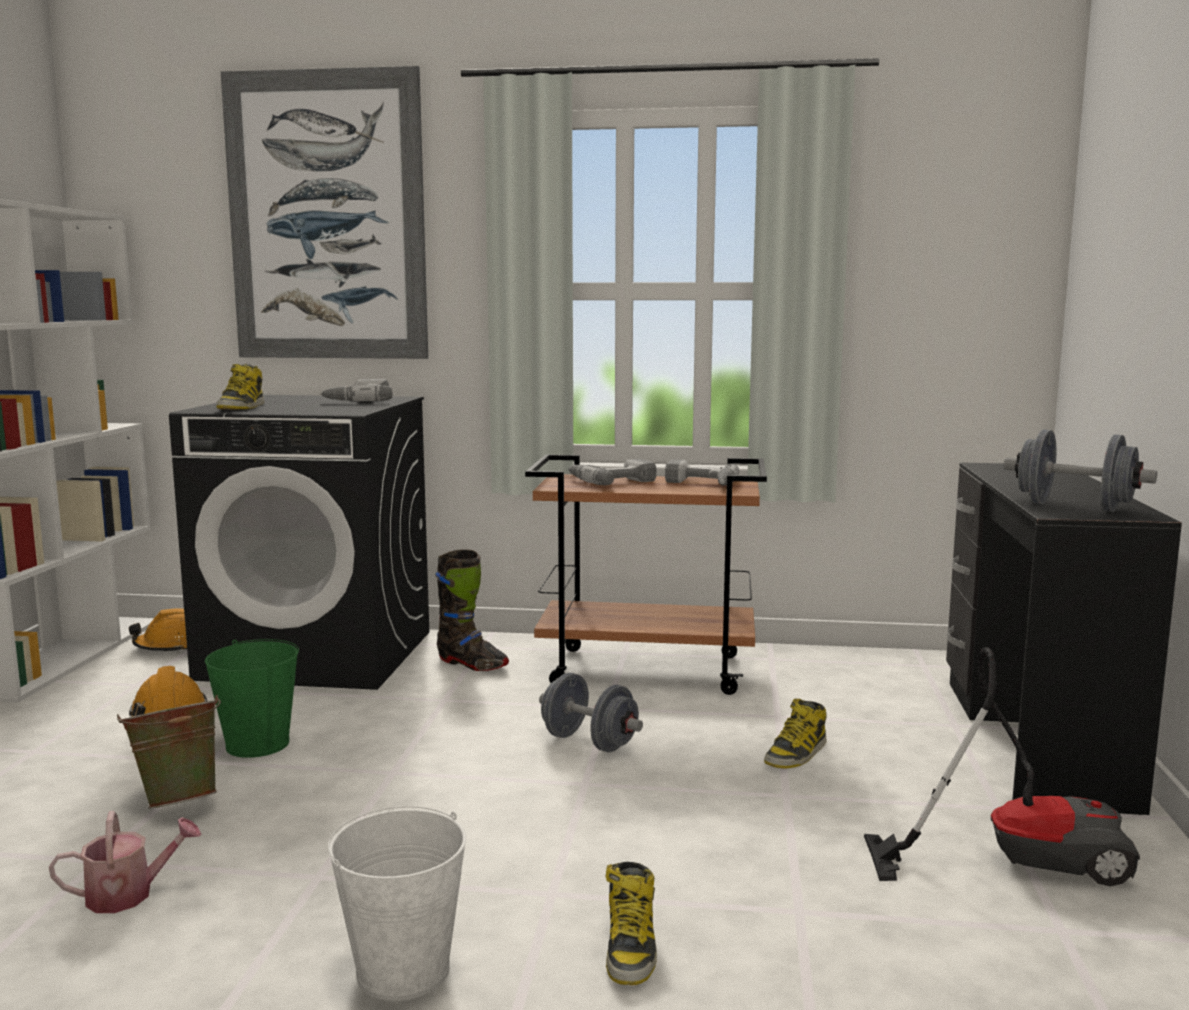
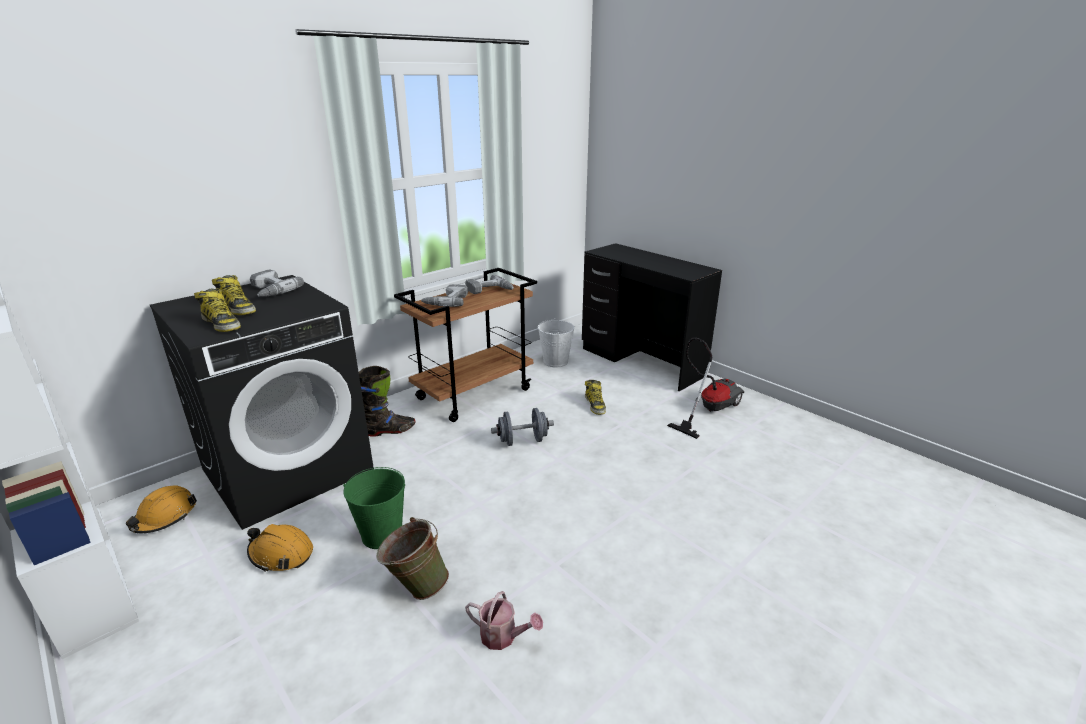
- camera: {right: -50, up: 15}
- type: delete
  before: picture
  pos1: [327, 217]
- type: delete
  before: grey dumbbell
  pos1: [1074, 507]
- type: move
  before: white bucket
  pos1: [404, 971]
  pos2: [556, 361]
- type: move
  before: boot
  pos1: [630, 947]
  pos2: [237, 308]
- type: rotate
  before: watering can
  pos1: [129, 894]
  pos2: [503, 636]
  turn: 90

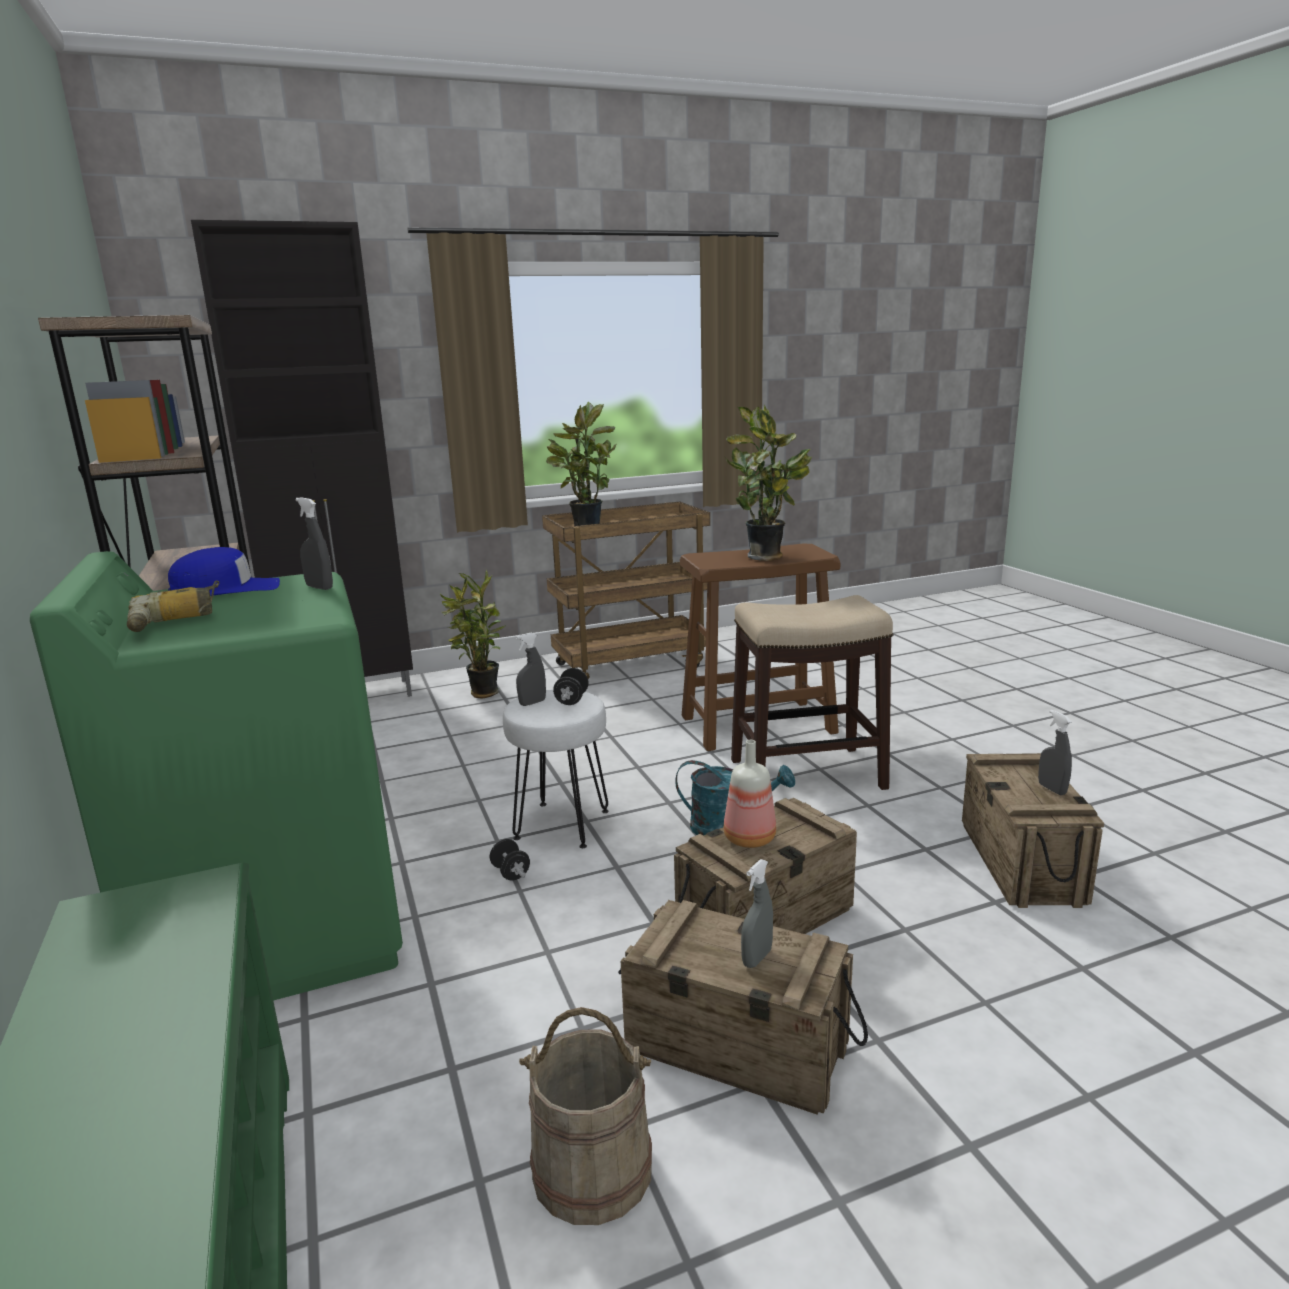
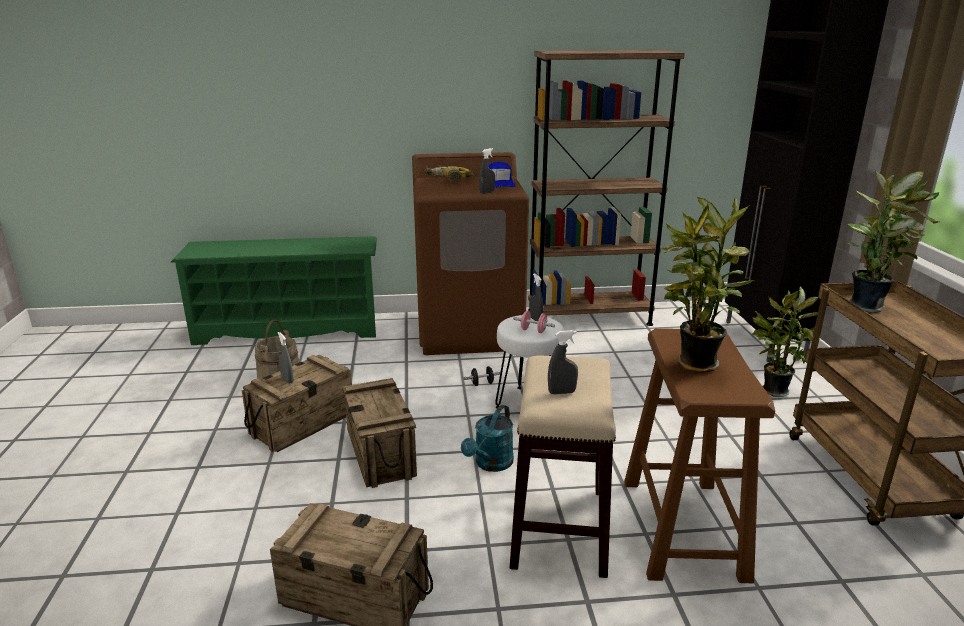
- camera: {right: 105, up: 5}
- type: delete
  before: bottle
  pos1: [747, 839]
- type: move
  before: grey spray bottle
  pos1: [1052, 789]
  pos2: [561, 392]
- type: recolor
  before: green washing machine
  after: brown washing machine
  pos1: [276, 931]
  pos2: [469, 331]
- type: recolor
  before: black dumbbell
  after: pink dumbbell
  pos1: [572, 700]
  pos2: [533, 330]

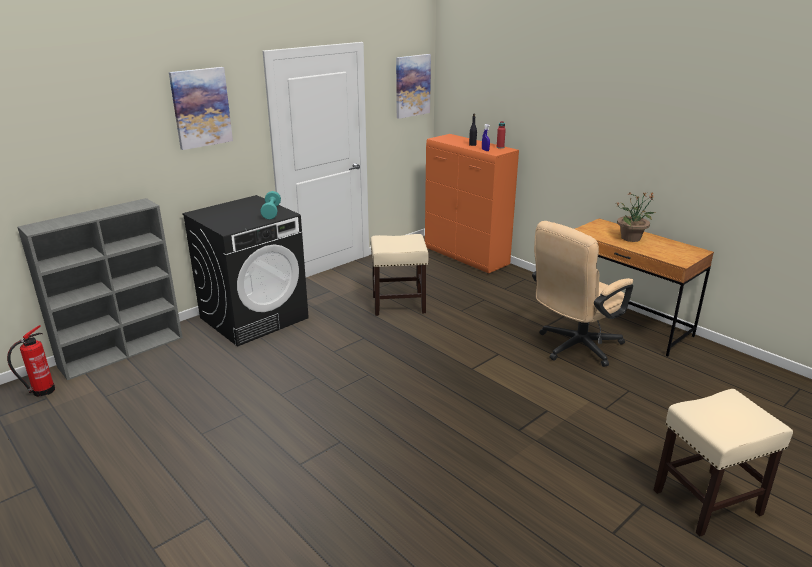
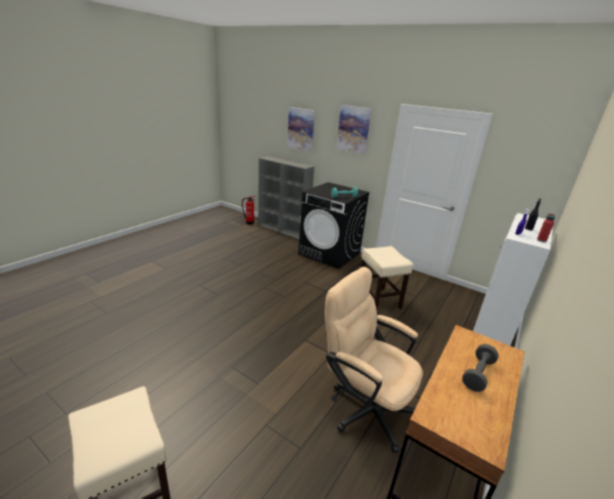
- camera: {right: 75, up: 0}
- type: move
  before: picture
  pos1: [412, 86]
  pos2: [301, 129]
- type: replace
  before: potted plant
  after: grey dumbbell
  pos1: [631, 238]
  pos2: [478, 374]
- type: recolor
  before: orange cabinet
  after: white cabinet
  pos1: [466, 257]
  pos2: [493, 329]

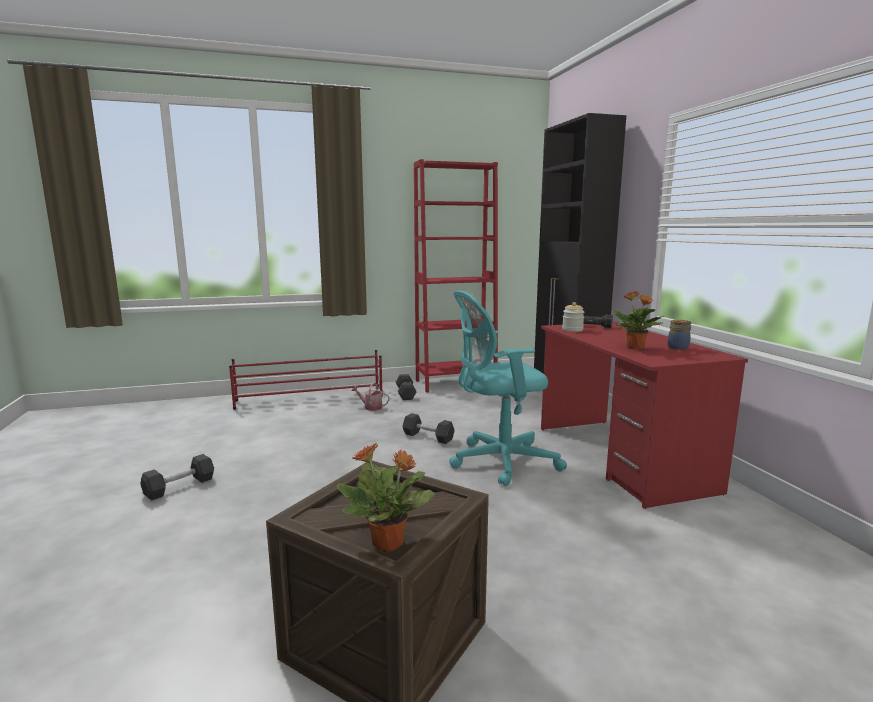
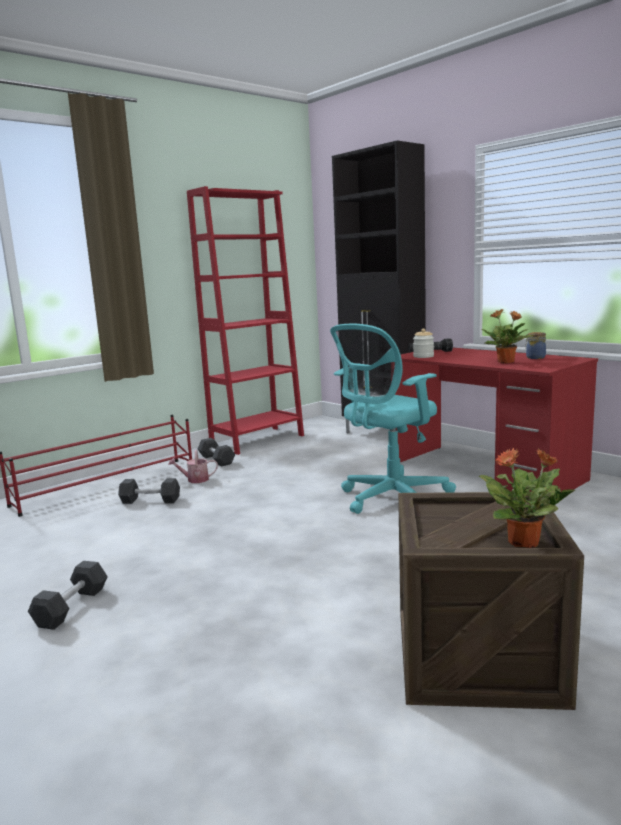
- camera: {right: -25, up: 0}
- type: move
  before: grey dumbbell
  pos1: [428, 437]
  pos2: [150, 501]

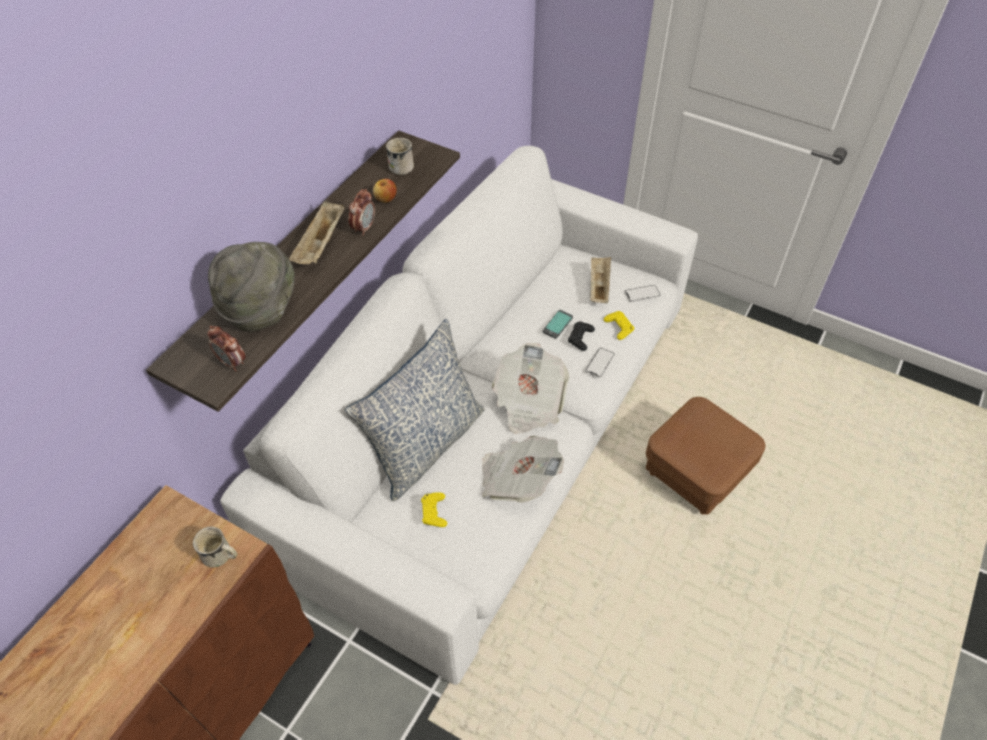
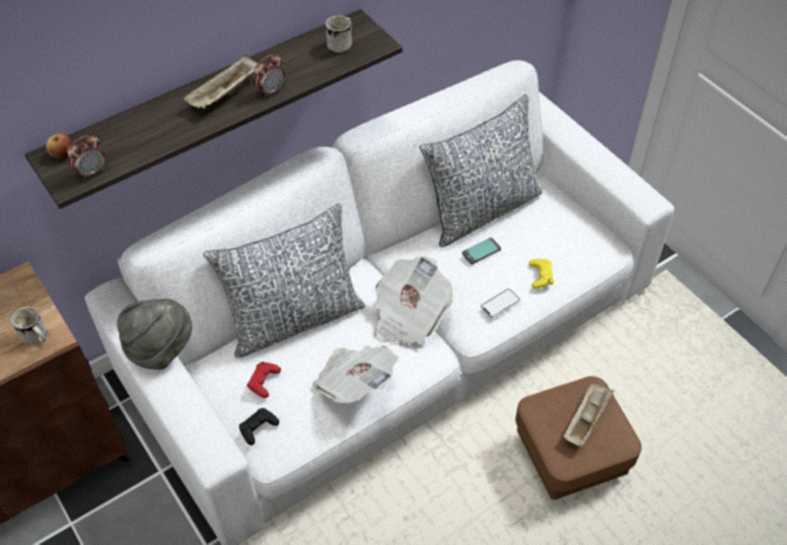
- camera: {right: 25, up: 0}
- type: delete
  before: phone
  pos1: [642, 294]
- type: insert
  after: pillow
  pos2: [481, 209]
- type: move
  before: grey hat
  pos1: [260, 309]
  pos2: [160, 348]
- type: move
  before: apple
  pos1: [386, 199]
  pos2: [62, 154]
- type: move
  before: black game controller
  pos1: [580, 338]
  pos2: [258, 428]
- type: move
  before: beige tray
  pos1: [599, 286]
  pos2: [586, 419]
- type: recolor
  before: yellow game controller
  after: red game controller
  pos1: [434, 512]
  pos2: [264, 381]
- type: rotate
  before: alarm clock
  pos1: [232, 362]
  pos2: [91, 172]
  turn: -105

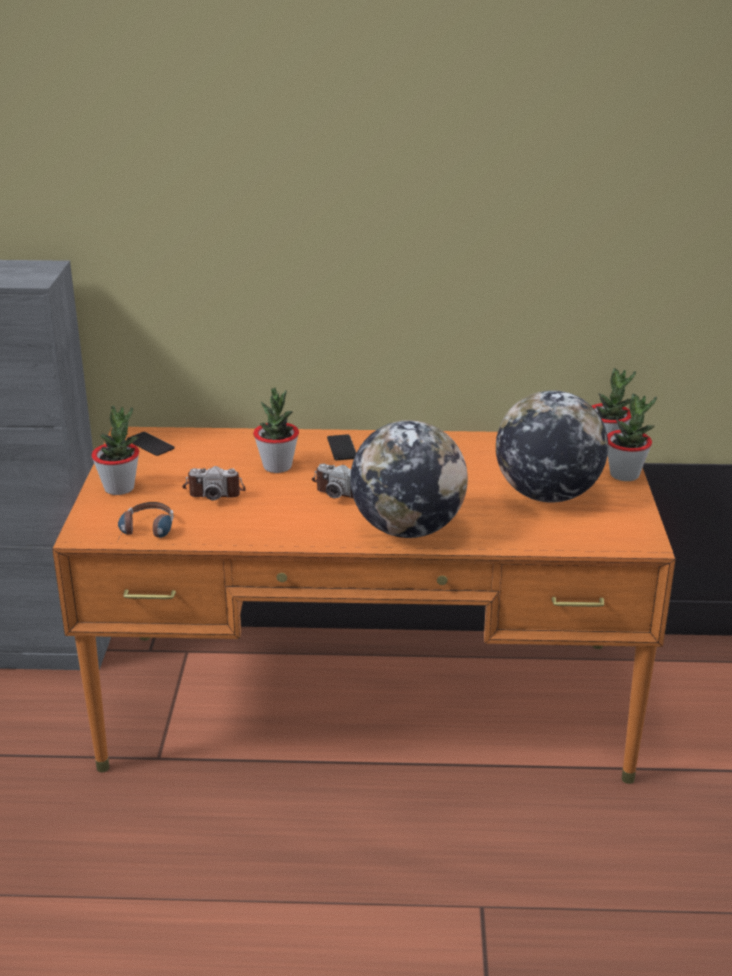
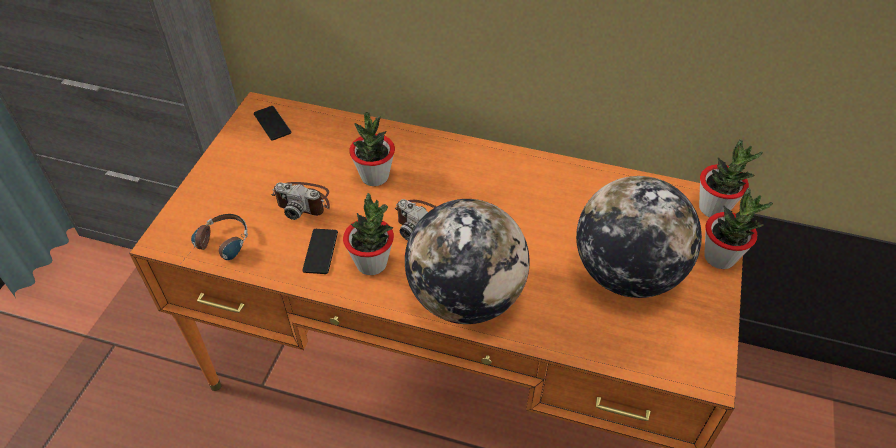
- camera: {right: 15, up: 20}
- type: move
  before: potted plant
  pos1: [119, 488]
  pos2: [372, 263]
- type: move
  before: phone
  pos1: [342, 448]
  pos2: [320, 251]

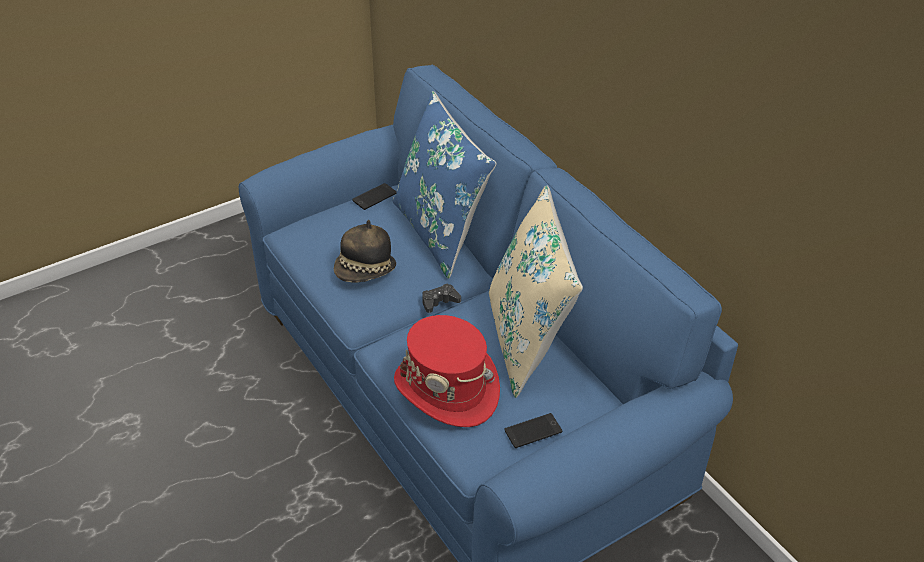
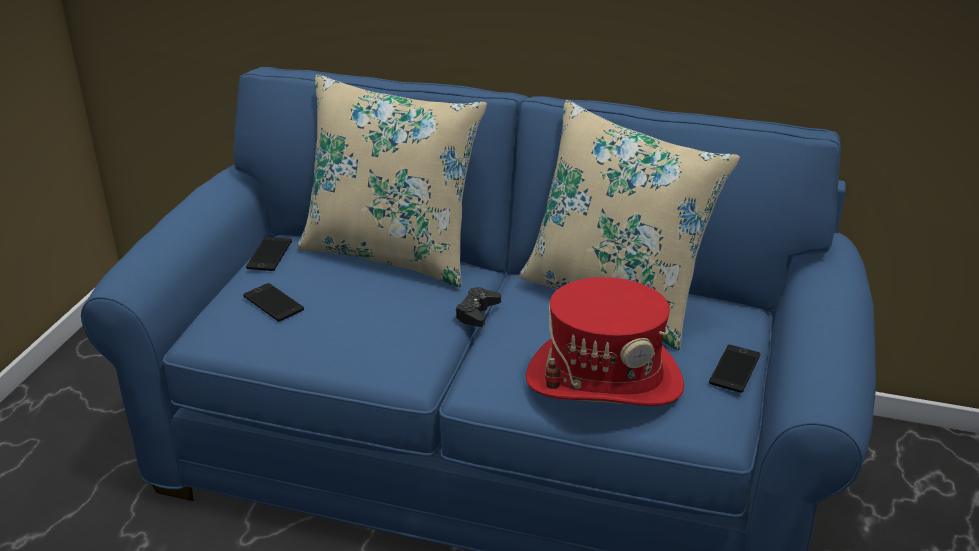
- camera: {right: -40, up: -10}
- type: delete
  before: hat
  pos1: [365, 271]
- type: insert
  after: phone
  pos2: [273, 303]
- type: recolor
  before: blue pillow
  after: beige pillow
  pos1: [440, 232]
  pos2: [391, 253]

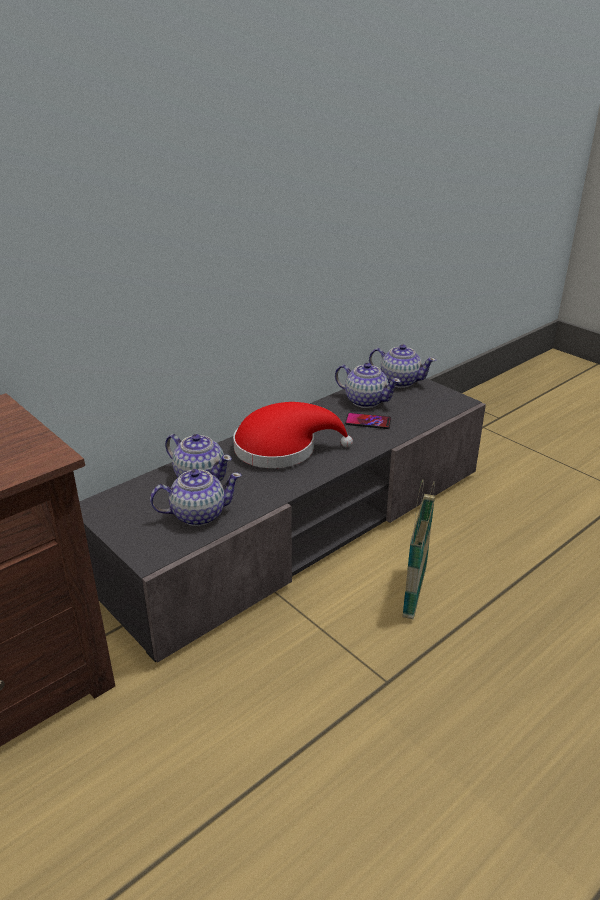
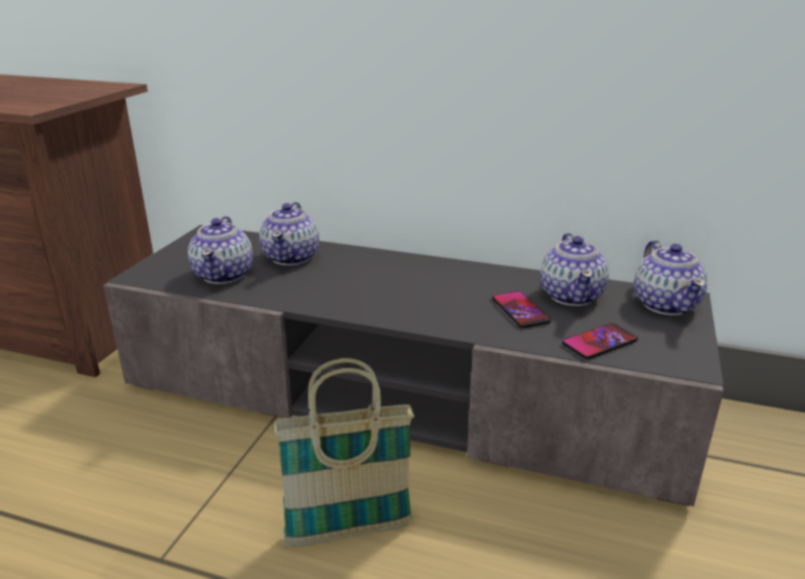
- camera: {right: 60, up: -5}
- type: delete
  before: red hat
  pos1: [282, 449]
- type: insert
  after: phone
  pos2: [599, 342]
- type: rotate
  before: teapot
  pos1: [197, 514]
  pos2: [224, 275]
  turn: 45

